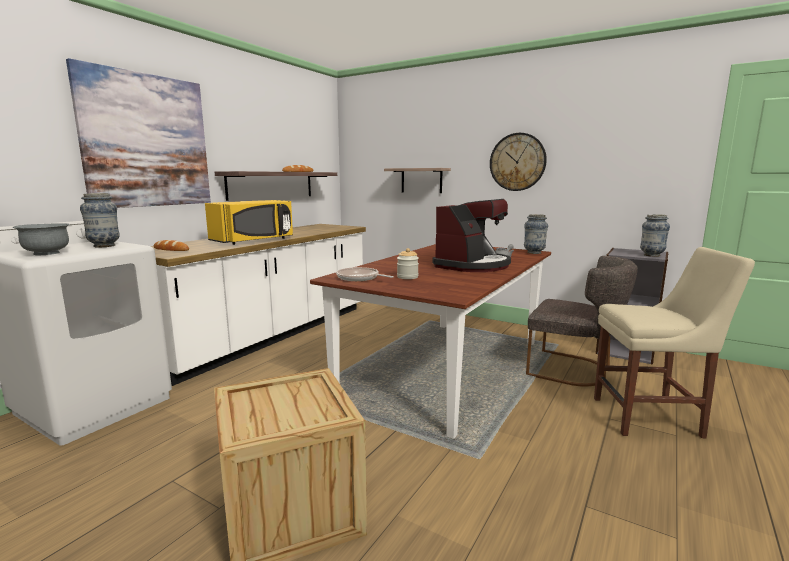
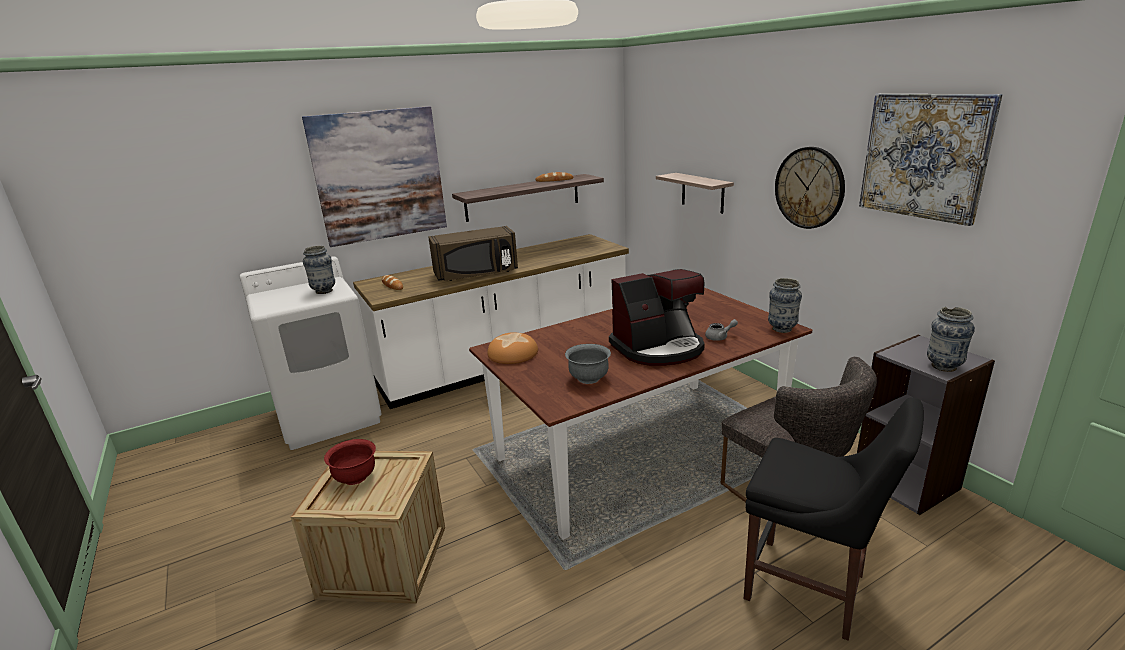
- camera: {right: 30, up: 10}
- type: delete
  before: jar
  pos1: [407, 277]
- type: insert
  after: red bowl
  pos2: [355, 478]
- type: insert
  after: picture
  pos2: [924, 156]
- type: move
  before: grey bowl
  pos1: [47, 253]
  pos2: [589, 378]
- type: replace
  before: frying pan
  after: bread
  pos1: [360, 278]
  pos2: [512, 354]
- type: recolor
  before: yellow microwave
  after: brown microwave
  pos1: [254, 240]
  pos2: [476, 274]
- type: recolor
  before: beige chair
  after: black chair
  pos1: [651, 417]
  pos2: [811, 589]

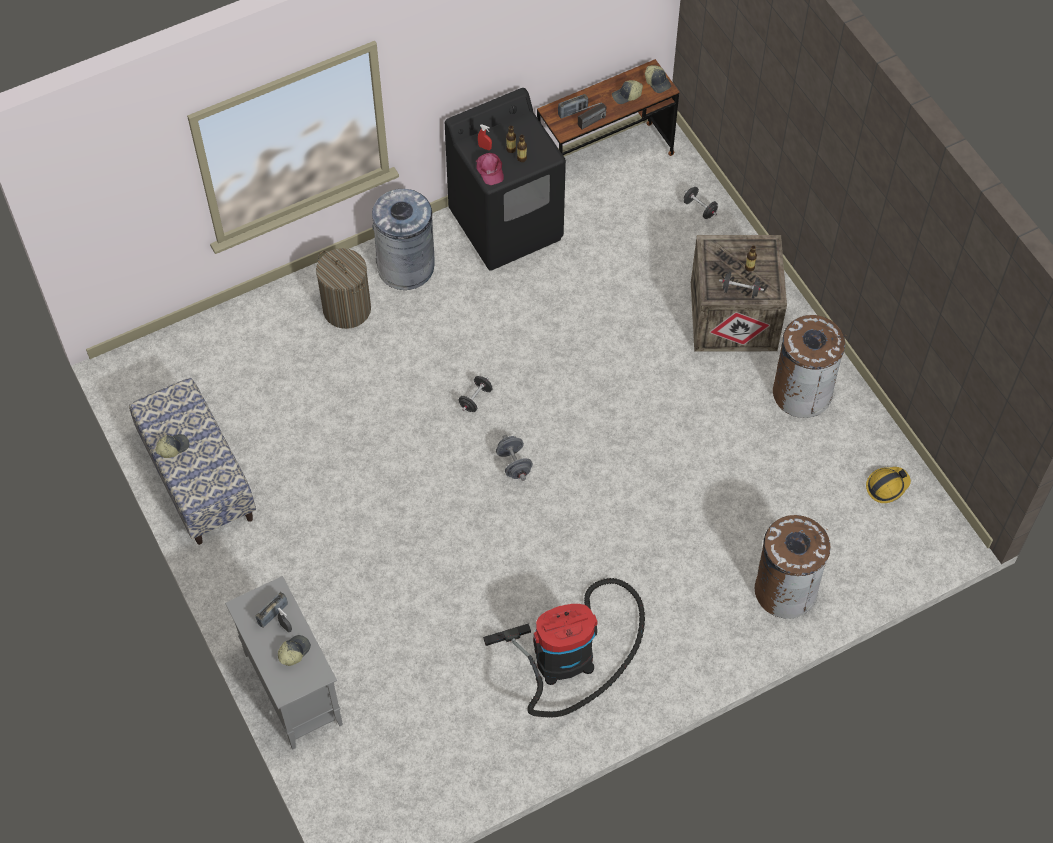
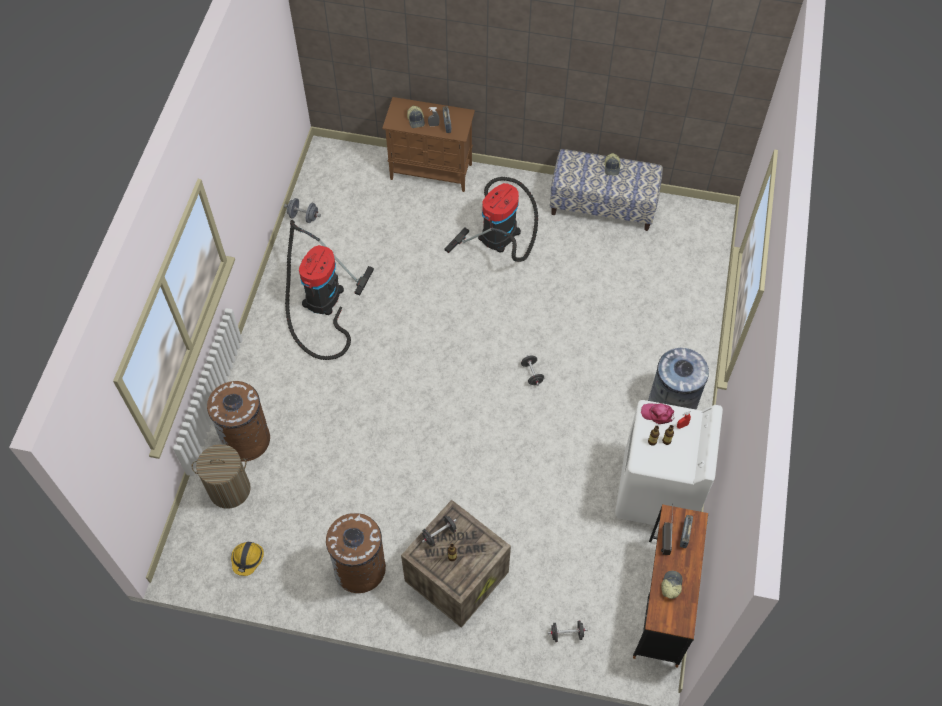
- camera: {right: 130, up: 0}
- type: delete
  before: cap
  pos1: [657, 82]
- type: insert
  after: vacuum cleaner
  pos2: [501, 231]
- type: move
  before: laundry basket
  pos1: [346, 309]
  pos2: [230, 489]
- type: move
  before: grey dumbbell
  pos1: [514, 464]
  pos2: [303, 216]
- type: recolor
  before: grey cabinet
  after: brown cabinet
  pos1: [292, 688]
  pos2: [432, 172]
- type: recolor
  before: black washing machine
  after: white washing machine
  pos1: [507, 225]
  pos2: [657, 492]

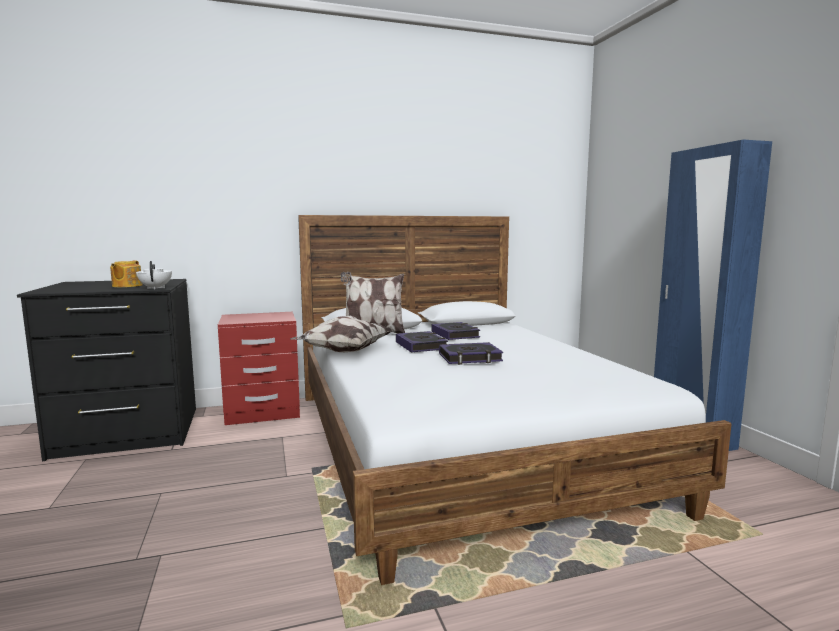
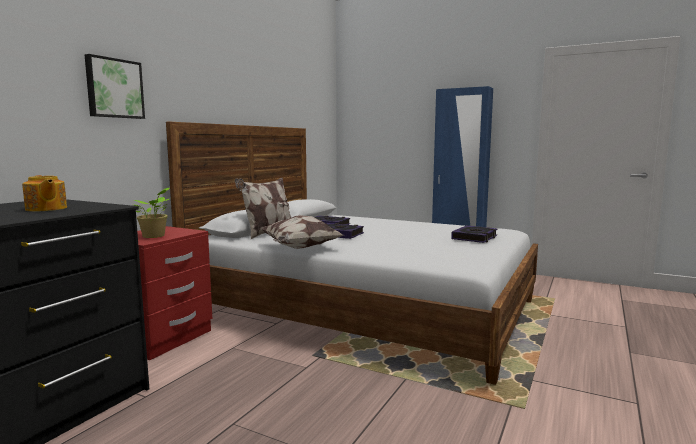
- camera: {right: -45, up: 0}
- type: delete
  before: white teapot
  pos1: [156, 288]
- type: insert
  after: picture
  pos2: [114, 88]
- type: insert
  after: potted plant
  pos2: [155, 236]
- type: move
  before: book
  pos1: [470, 358]
  pos2: [474, 238]

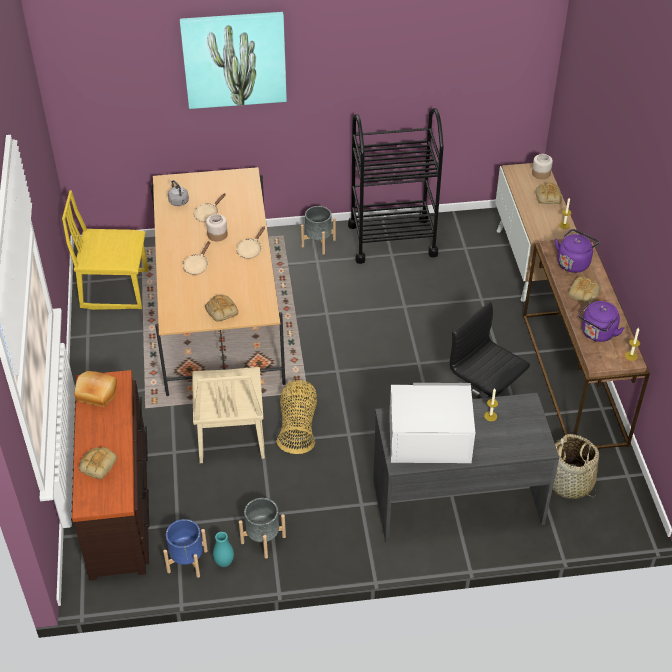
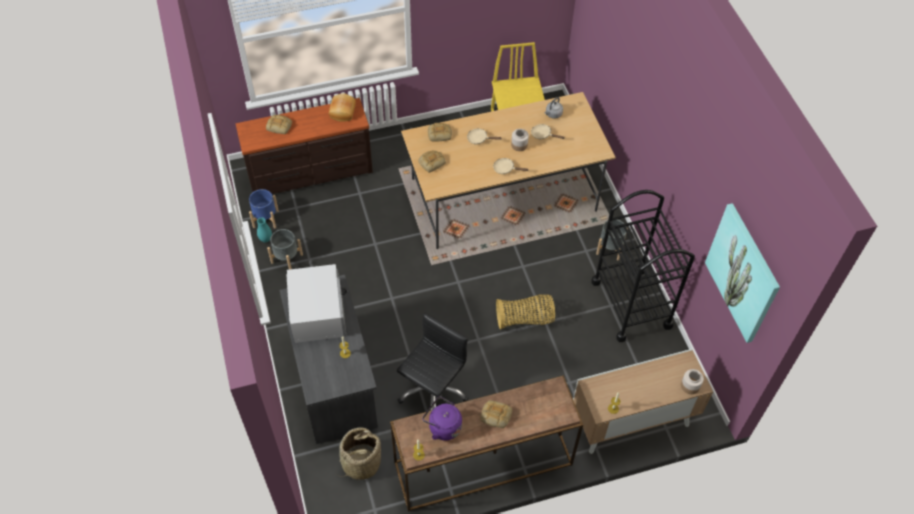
- camera: {right: 80, up: 10}
- type: delete
  before: beige chair
  pos1: [230, 435]
- type: delete
  before: purple kettle
  pos1: [574, 262]
- type: move
  before: picture
  pos1: [234, 59]
  pos2: [743, 273]
- type: move
  before: basket
  pos1: [298, 427]
  pos2: [525, 319]
- type: move
  before: bread
  pos1: [547, 196]
  pos2: [440, 133]

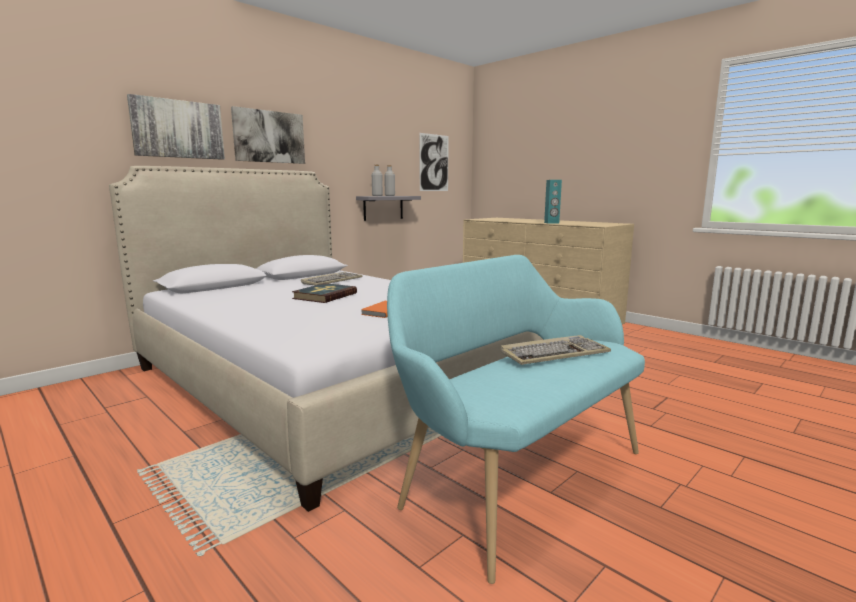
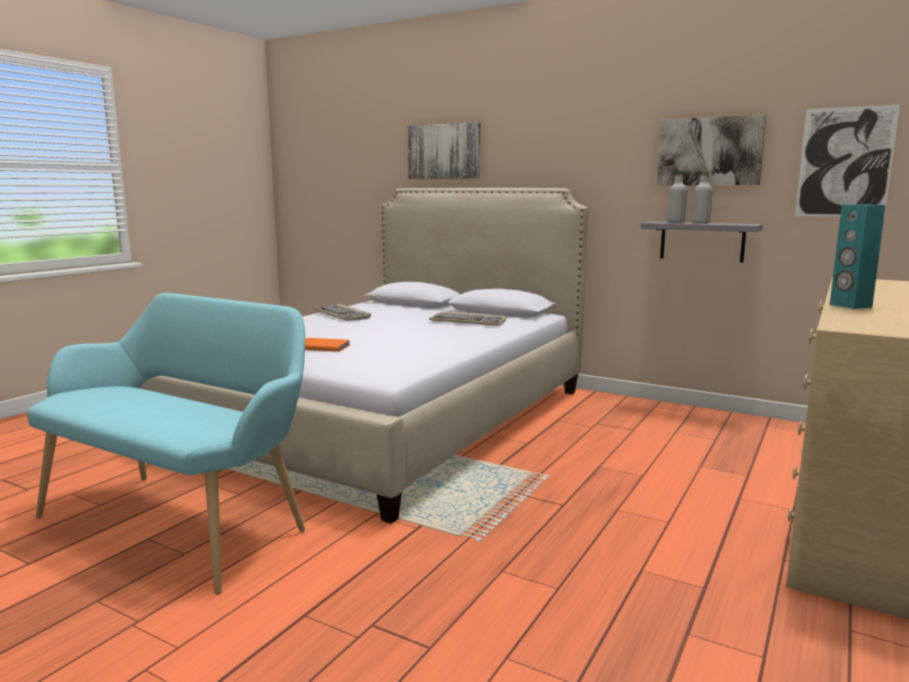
- camera: {right: 75, up: 0}
- type: delete
  before: book
  pos1: [324, 296]
- type: move
  before: picture
  pos1: [269, 137]
  pos2: [709, 151]
- type: move
  before: keyboard
  pos1: [554, 354]
  pos2: [342, 315]

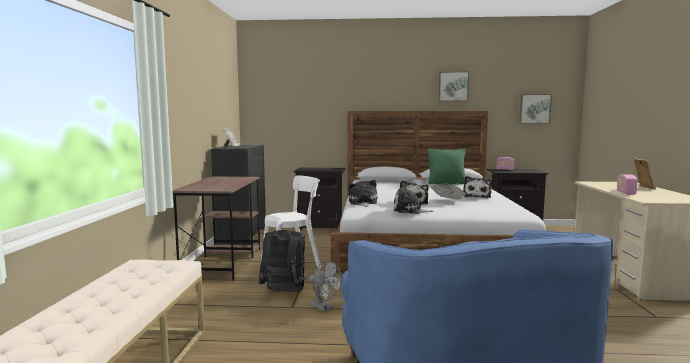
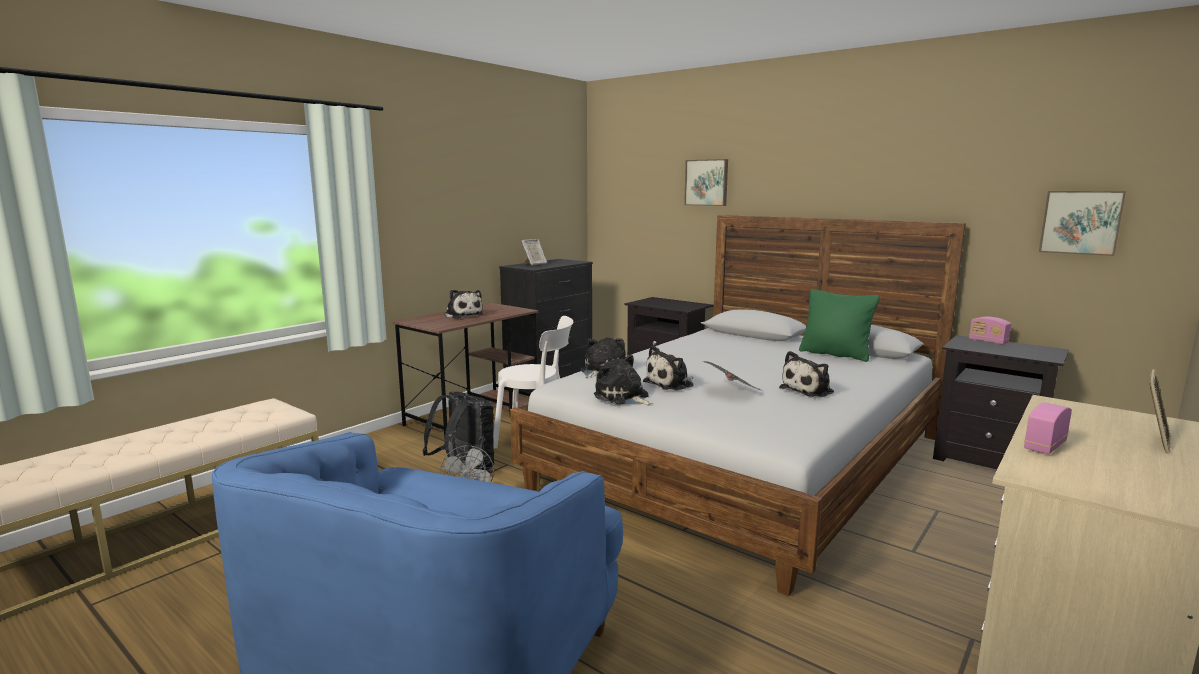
- camera: {right: 35, up: 5}
- type: insert
  after: plush toy
  pos2: [463, 315]
- type: move
  before: picture
  pos1: [453, 86]
  pos2: [707, 182]

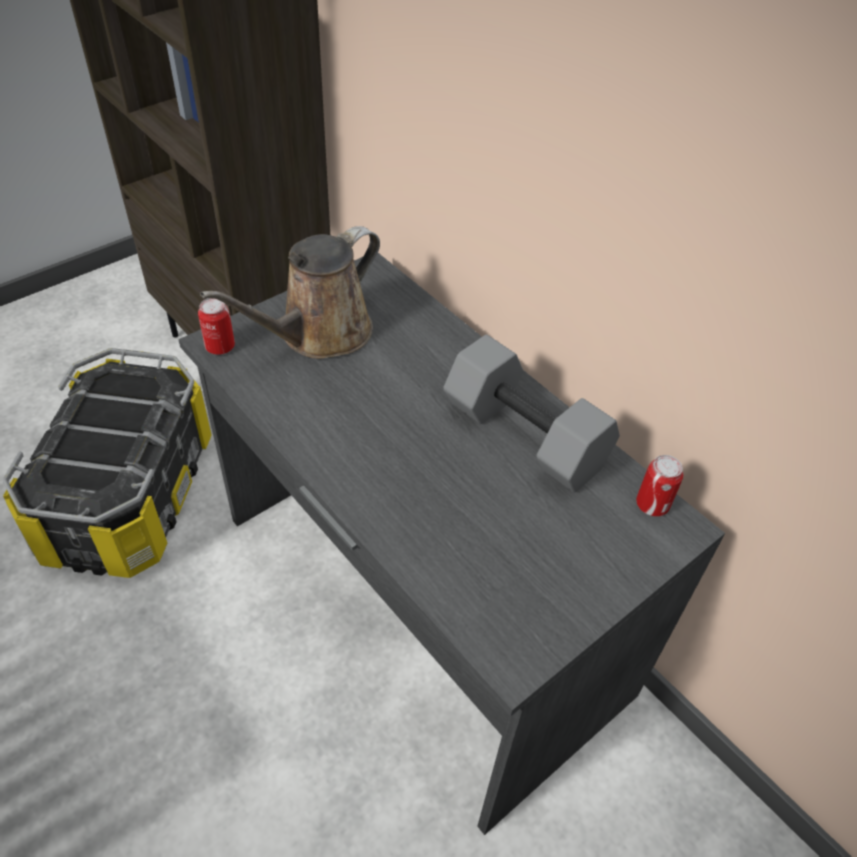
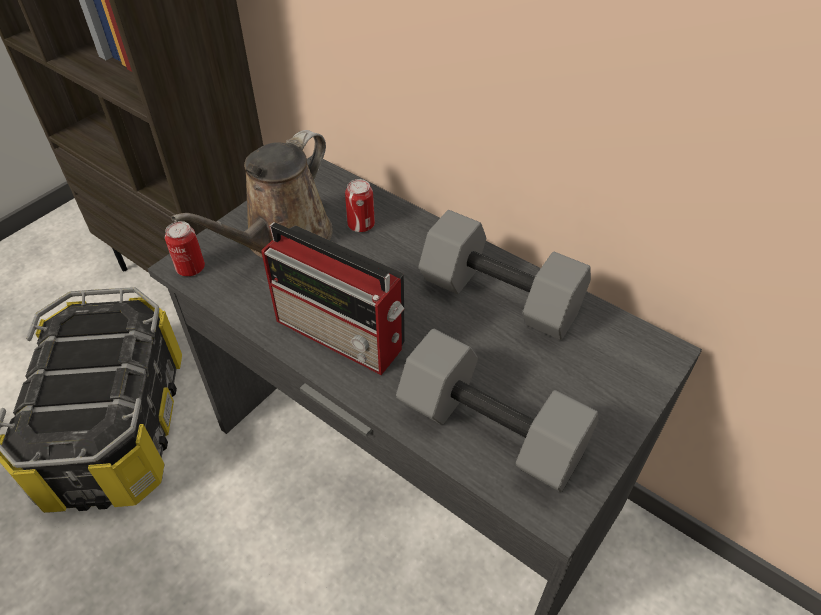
- camera: {right: -10, up: 0}
- type: insert
  after: radio
  pos2: [342, 335]
- type: insert
  after: grey dumbbell
  pos2: [495, 429]
- type: move
  before: can
  pos1: [652, 504]
  pos2: [361, 225]

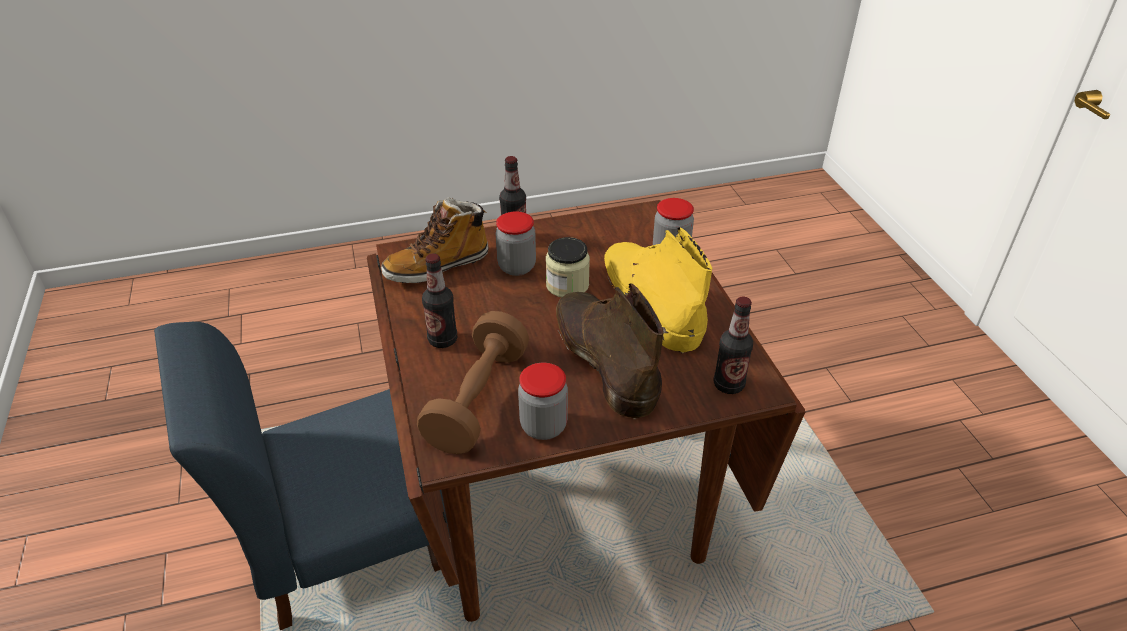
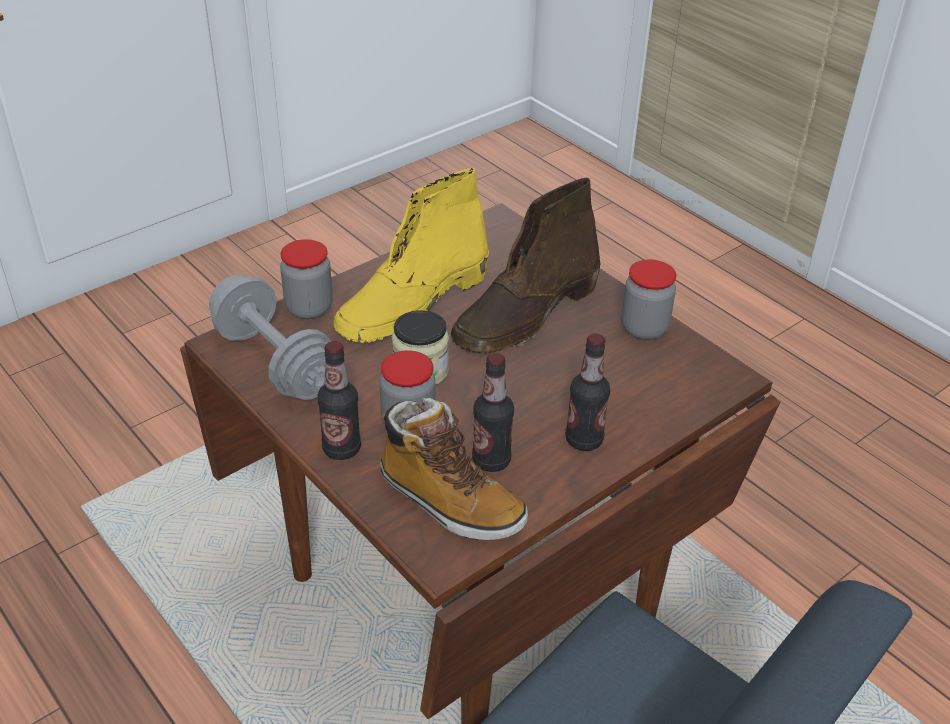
- camera: {right: -115, up: 0}
- type: delete
  before: brown dumbbell
  pos1: [477, 399]
- type: insert
  after: grey dumbbell
  pos2: [275, 362]
- type: move
  before: bottle
  pos1: [728, 385]
  pos2: [491, 460]

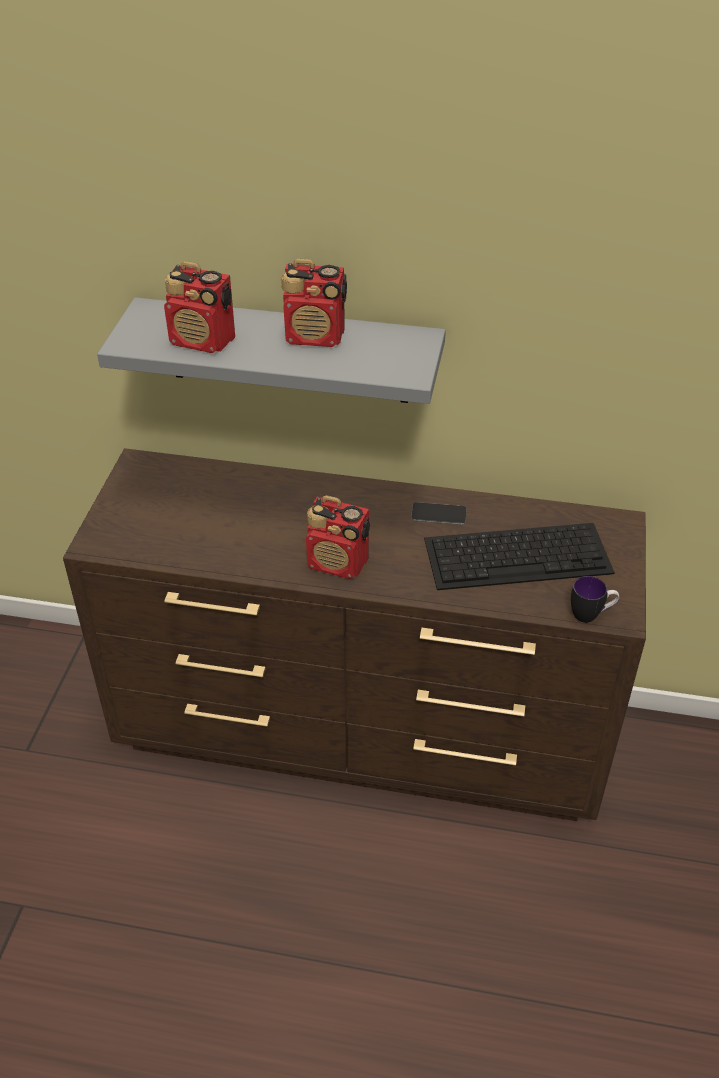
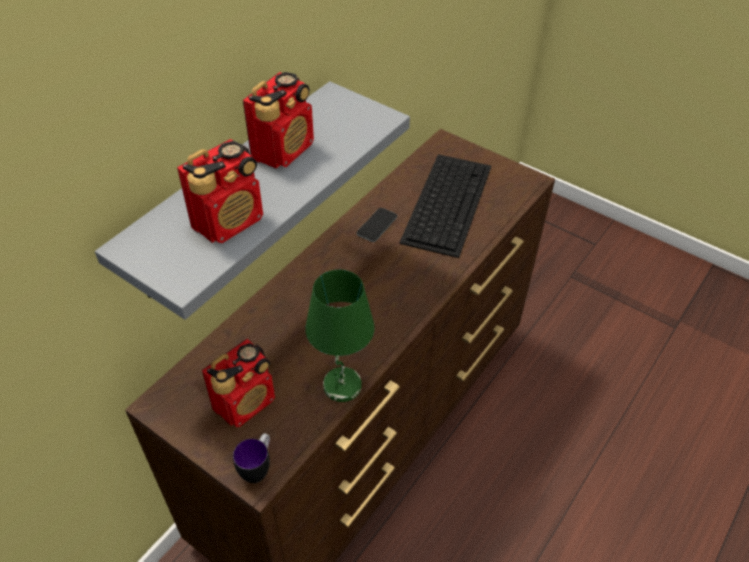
- camera: {right: -65, up: 5}
- type: insert
  after: green table lamp
  pos2: [342, 387]
- type: move
  before: radio
  pos1: [338, 563]
  pos2: [245, 403]
- type: move
  before: mug
  pos1: [591, 615]
  pos2: [258, 468]

